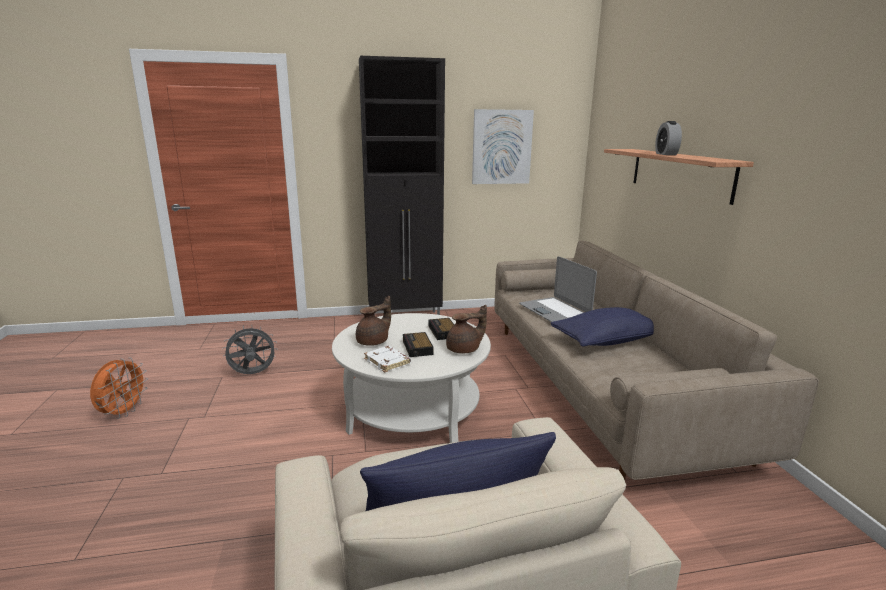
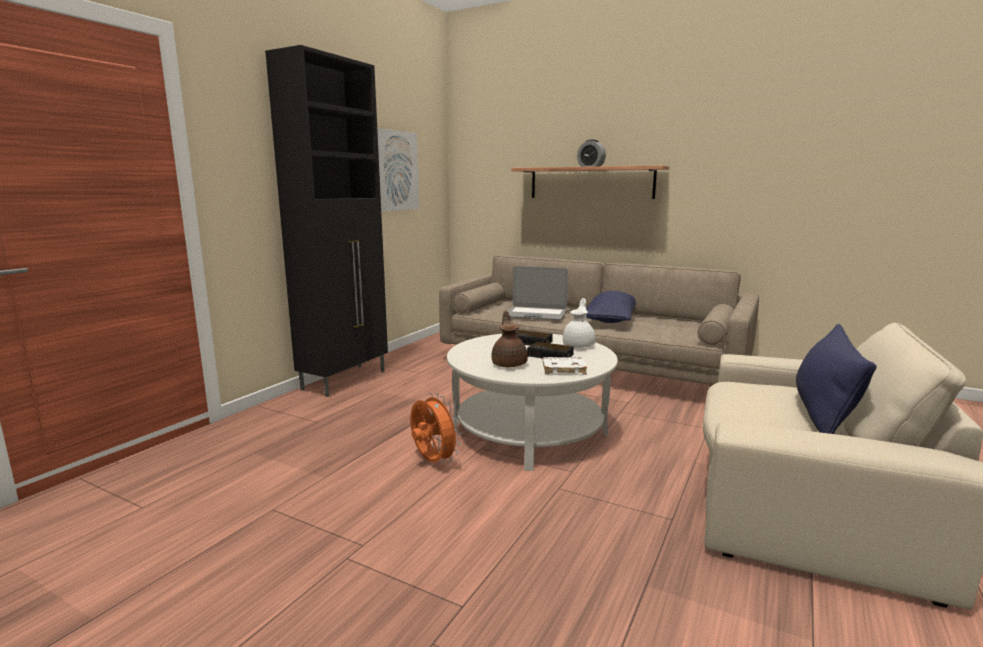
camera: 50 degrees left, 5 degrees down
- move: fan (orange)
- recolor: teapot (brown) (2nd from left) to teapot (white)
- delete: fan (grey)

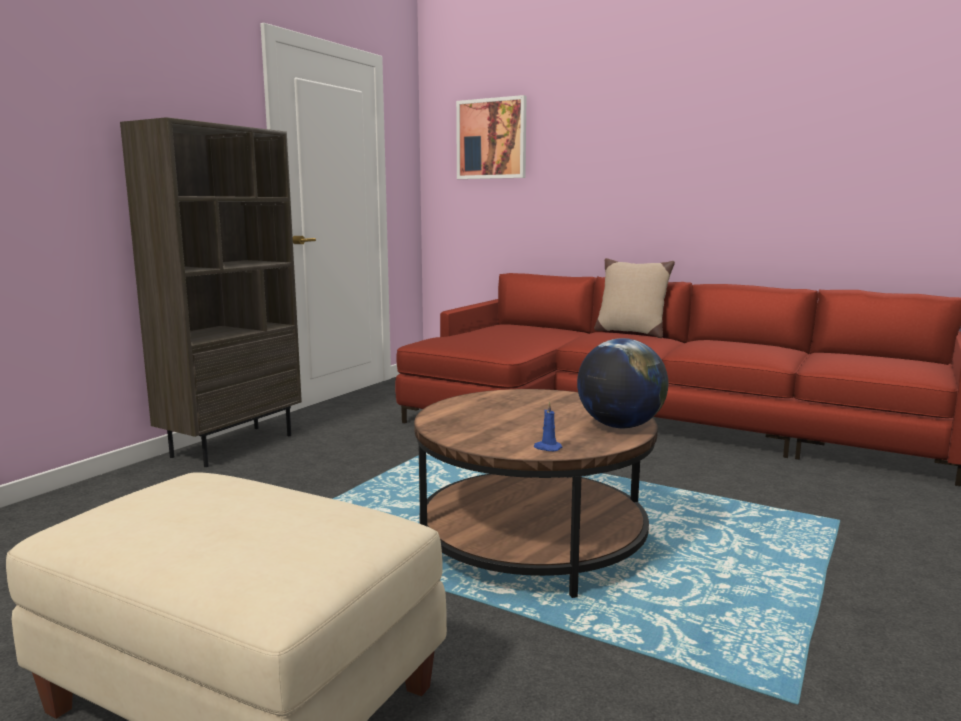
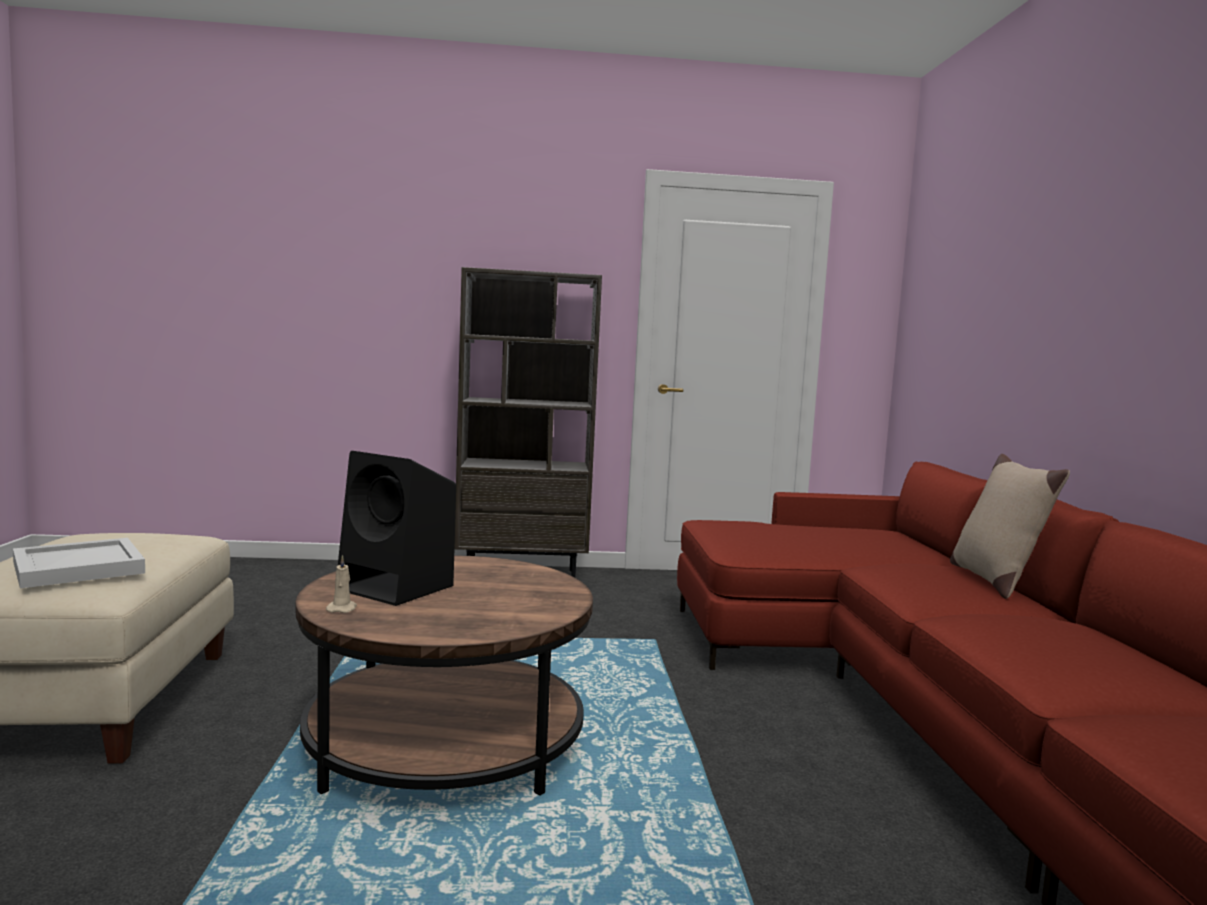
camera: 55 degrees right, 5 degrees down
- insert: tray (white)
- recolor: candle (blue) to candle (beige)
- insert: speaker (black)
- delete: picture
- delete: globe

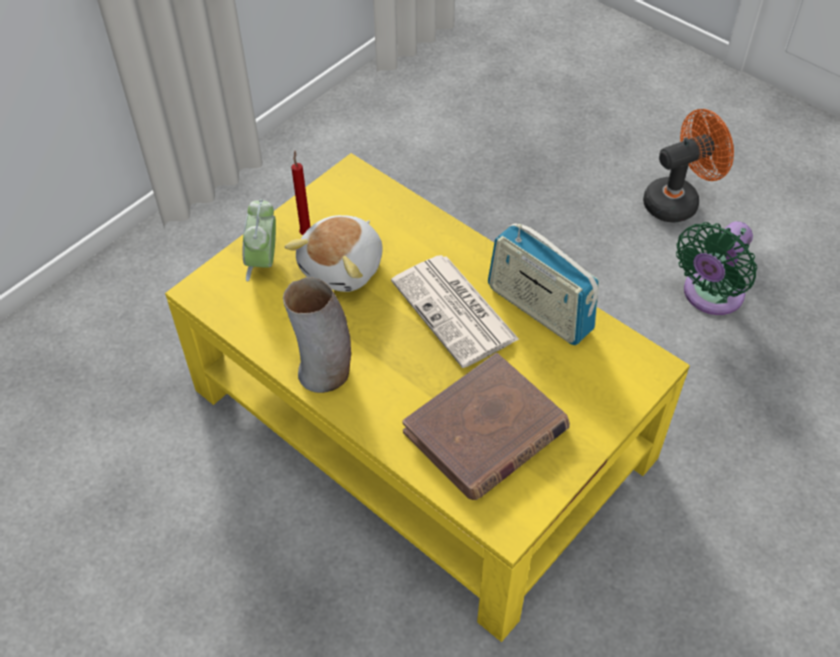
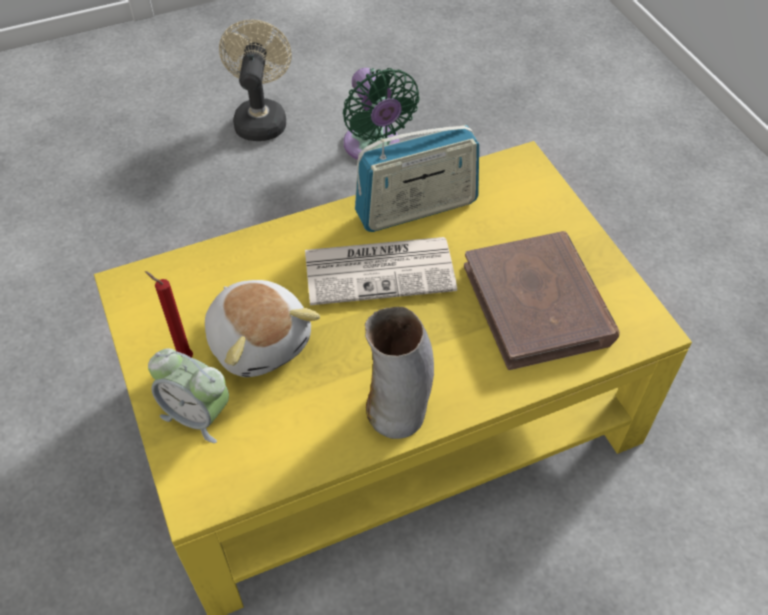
camera: 65 degrees left, 0 degrees up
- recolor: fan (orange) to fan (beige)

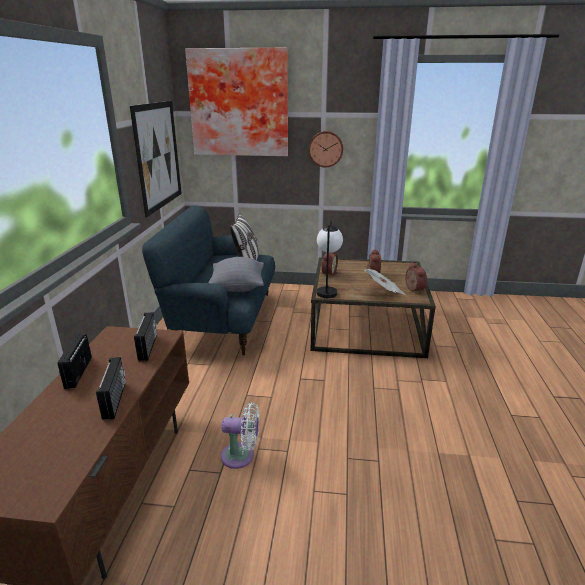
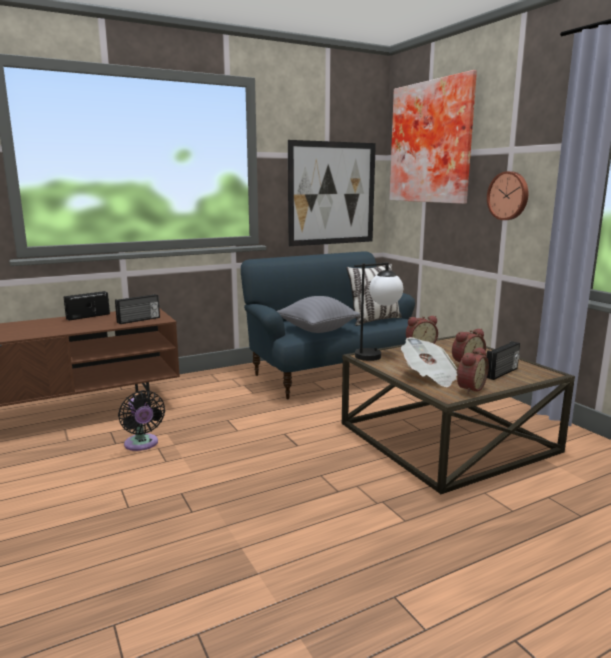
camera: 55 degrees right, 10 degrees down
- recolor: fan (white) to fan (black)
- move: radio (2nd from left in the first image) to radio (3rd from left)

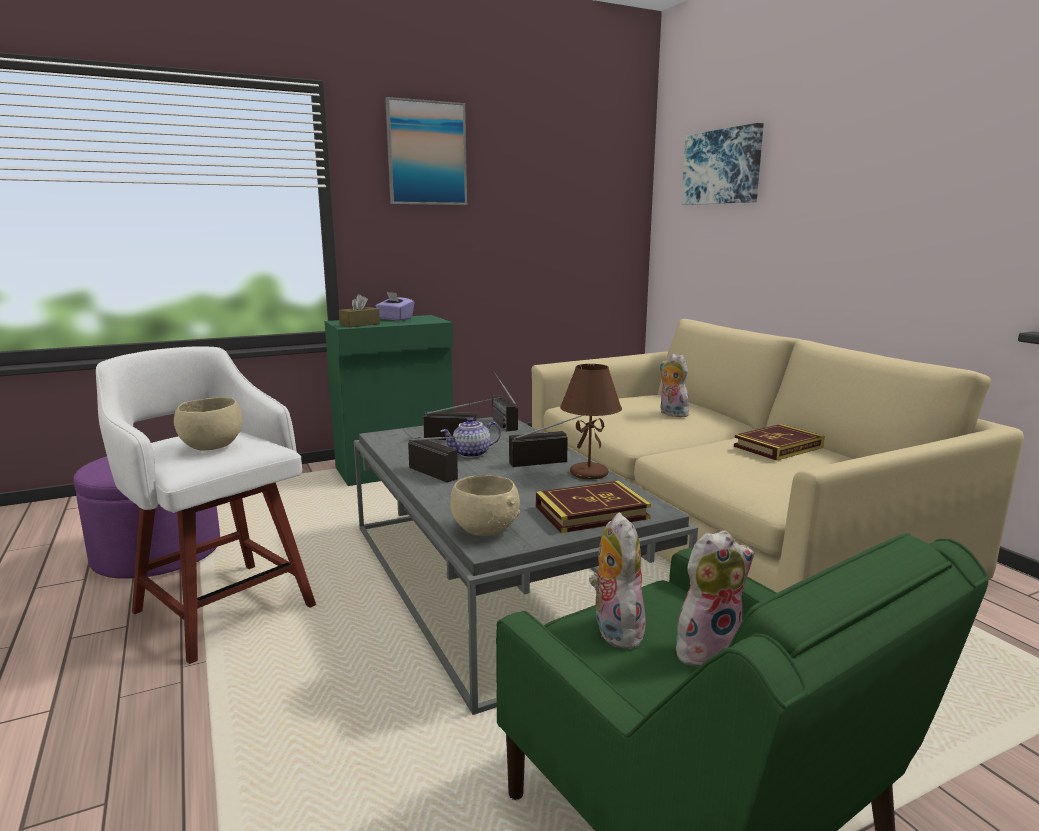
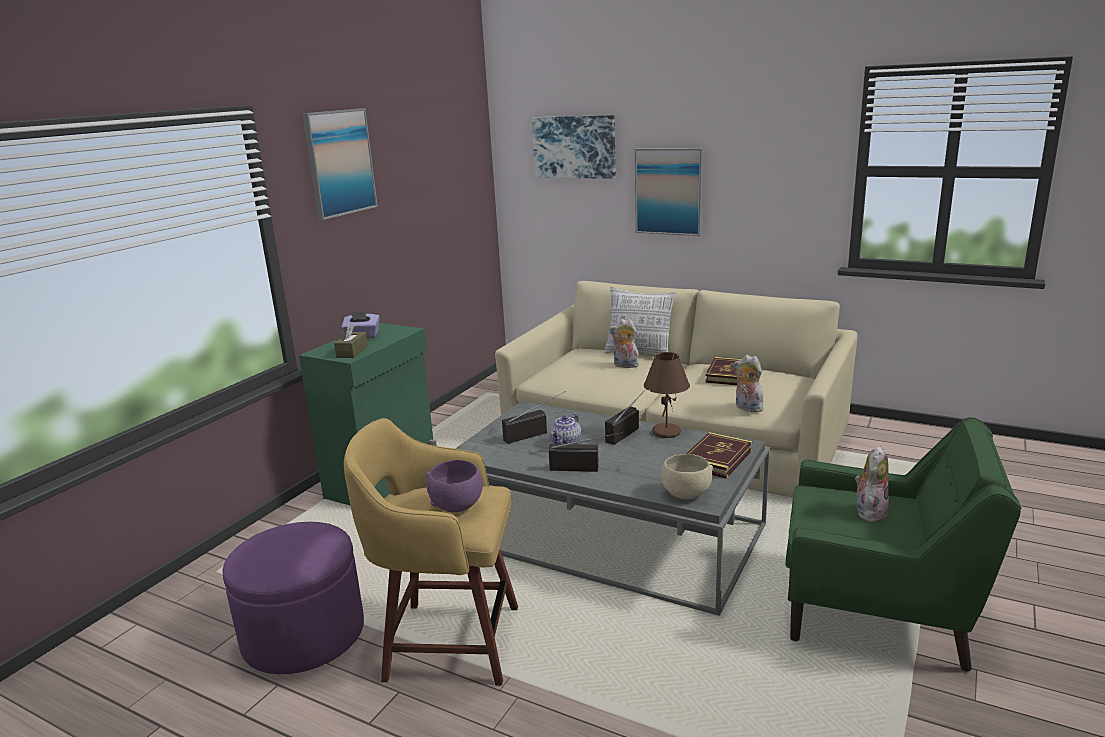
camera: 35 degrees left, 5 degrees up
- recolor: stool (white) to stool (yellow)
- recolor: bowl (beige) (1st from left) to bowl (purple)
- insert: pillow
- insert: picture (3rd from left)
- move: plush toy (1st from left in the first image) to plush toy (2nd from left)
- delete: radio (3rd from left)

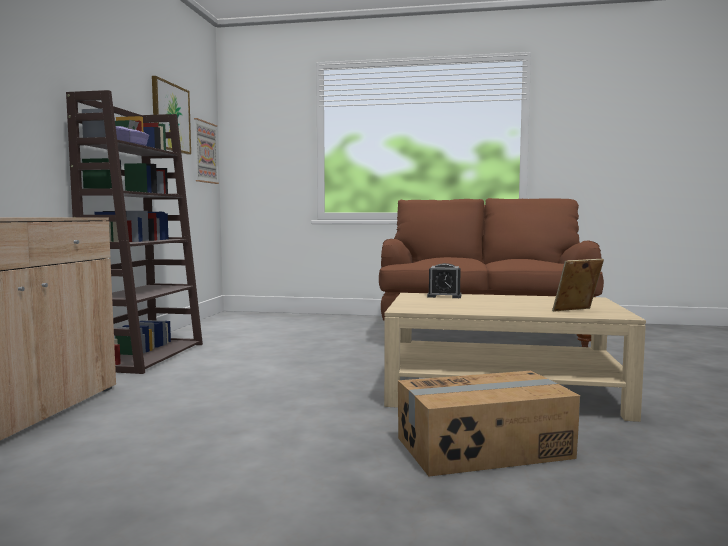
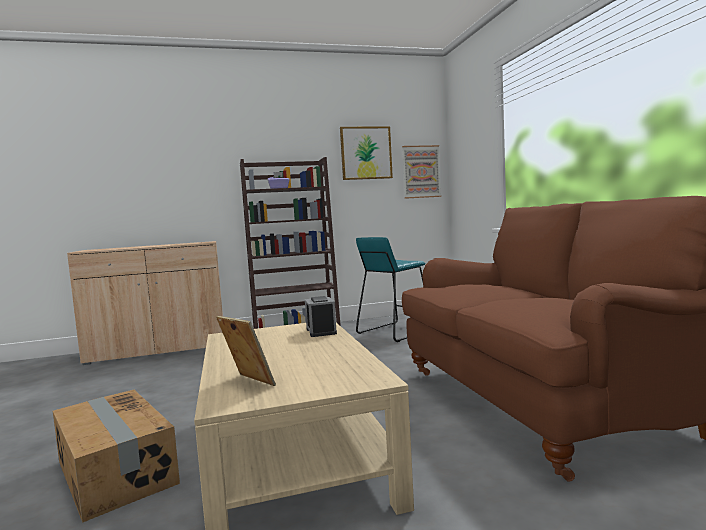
camera: 65 degrees right, 0 degrees up
- insert: stool (turquoise)

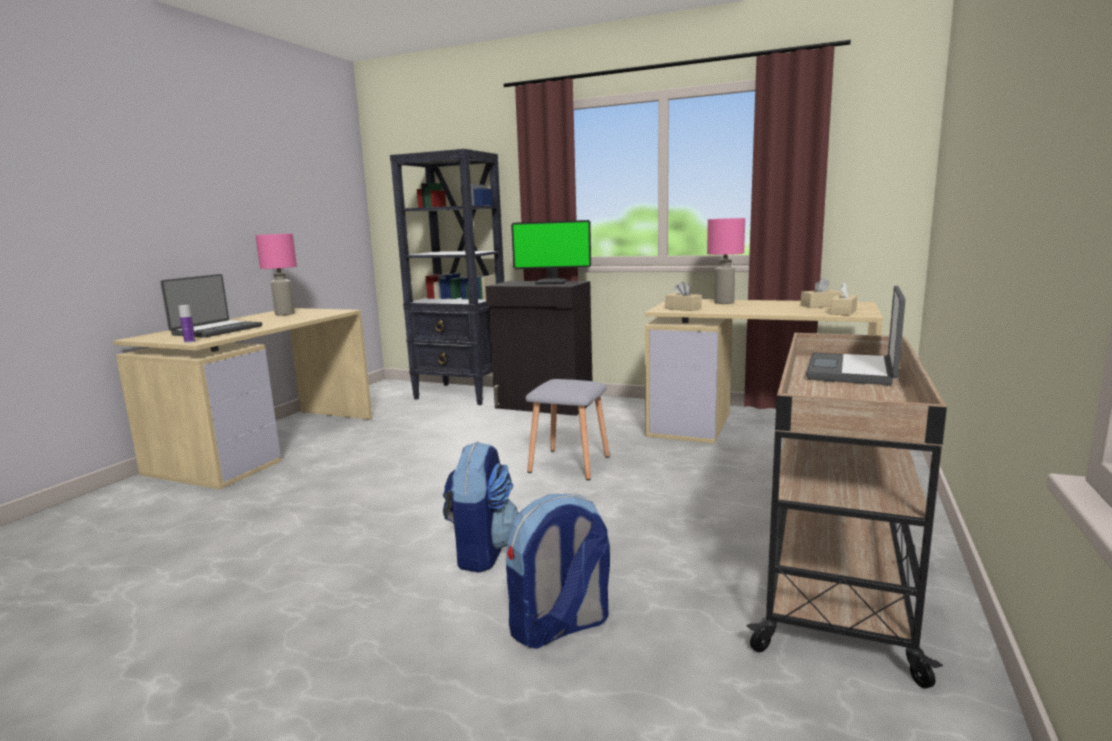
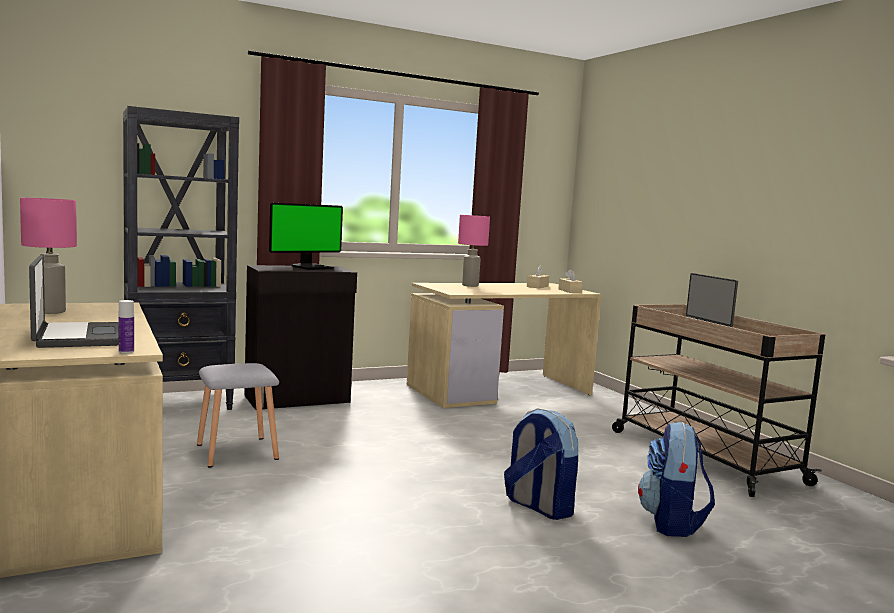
camera: 50 degrees left, 5 degrees down
- move: stool (grey)
- delete: tissue box (beige) (1st from left)

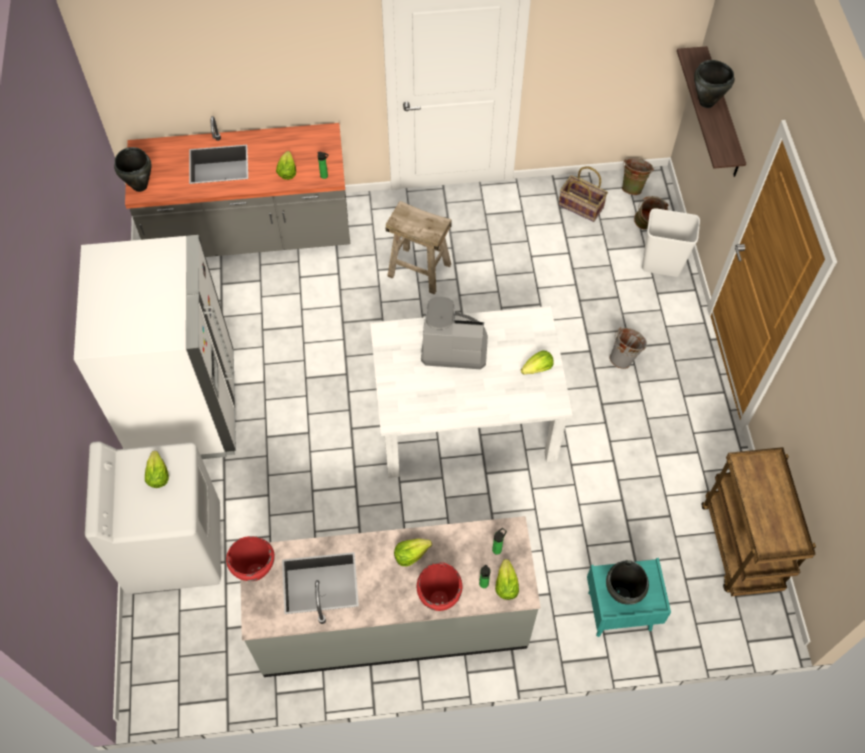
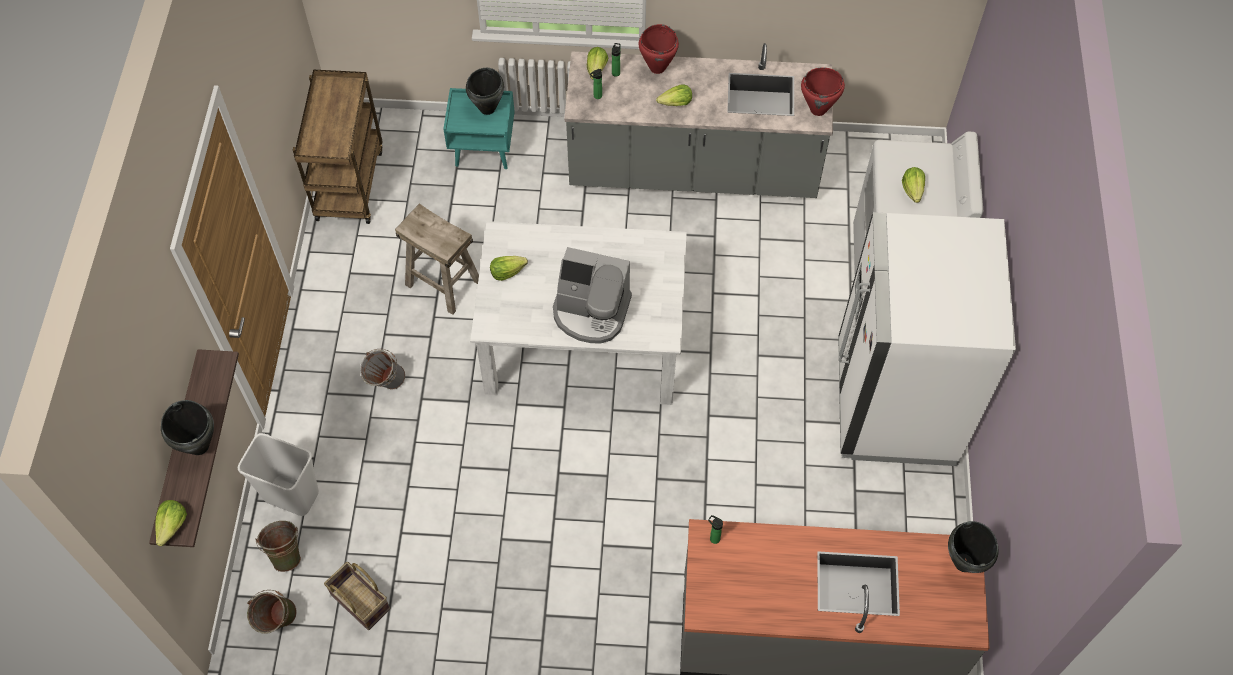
camera: 170 degrees left, 0 degrees up
- move: lettuce (2nd from left in the first image) to lettuce (1st from left)
- move: stool (beige)

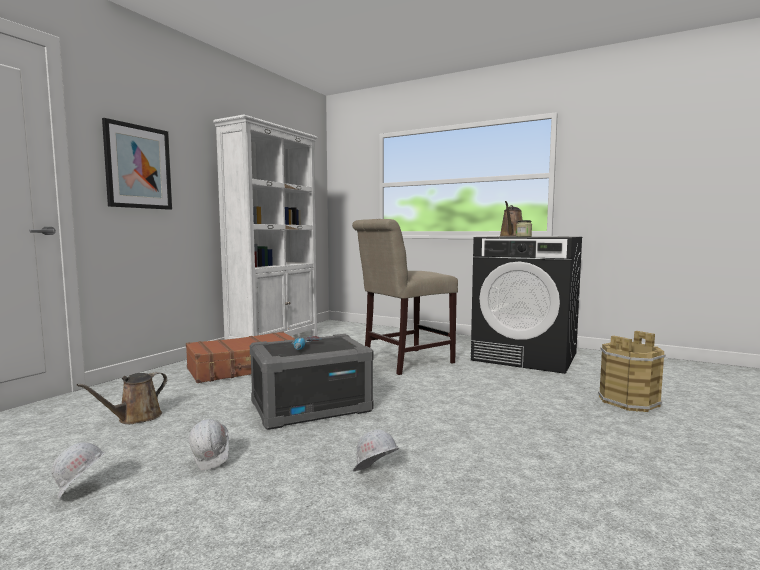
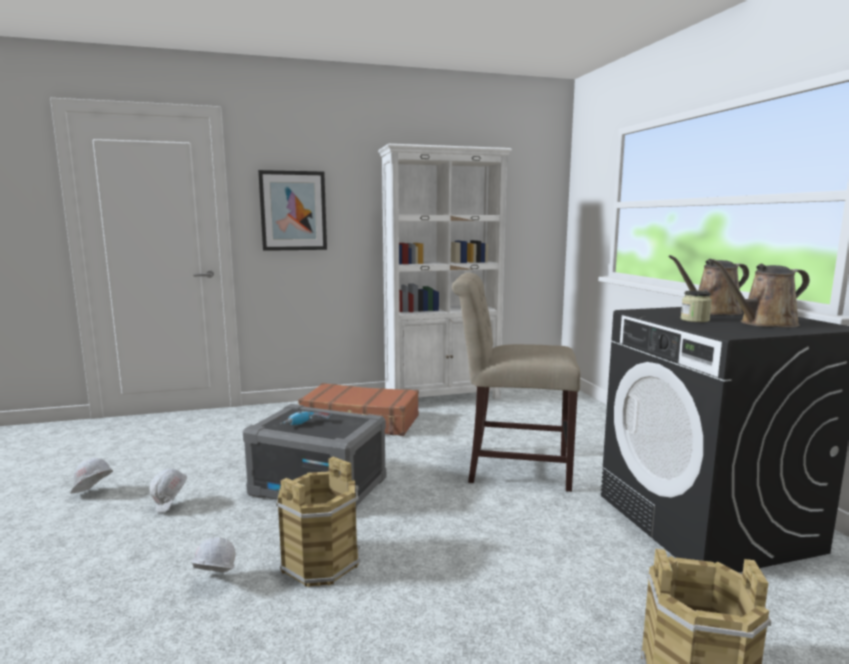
camera: 45 degrees right, 5 degrees up
- insert: bucket (brown) (1st from left)
- move: watering can (brown) (1st from left in the first image) to watering can (brown) (2nd from left)

